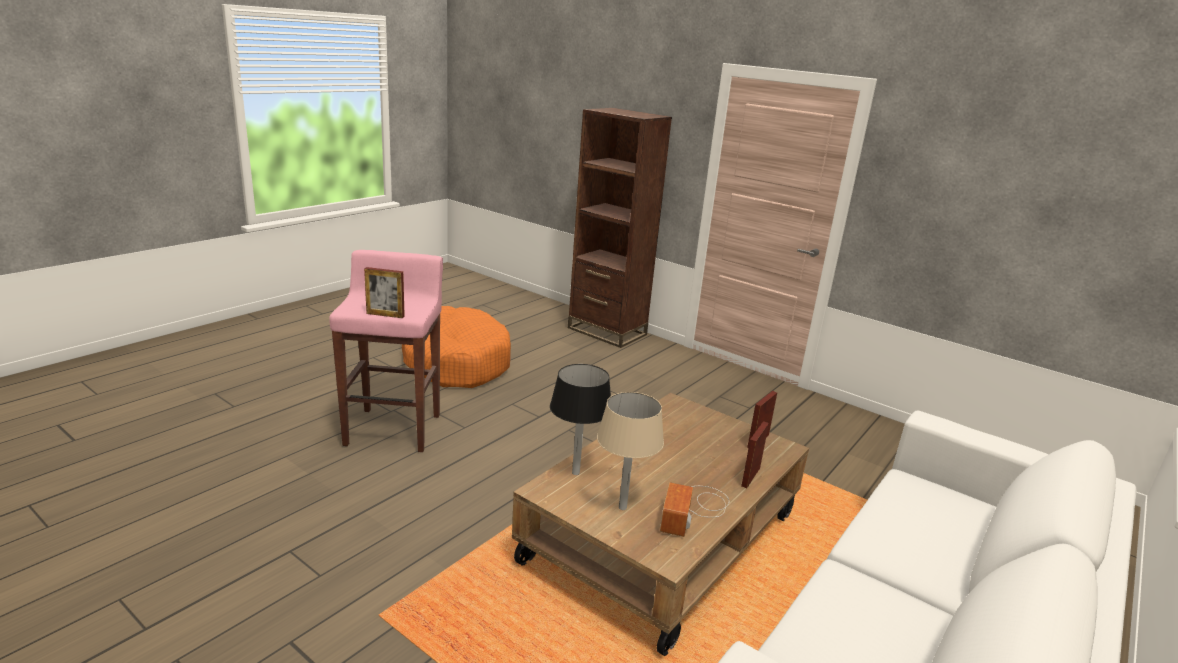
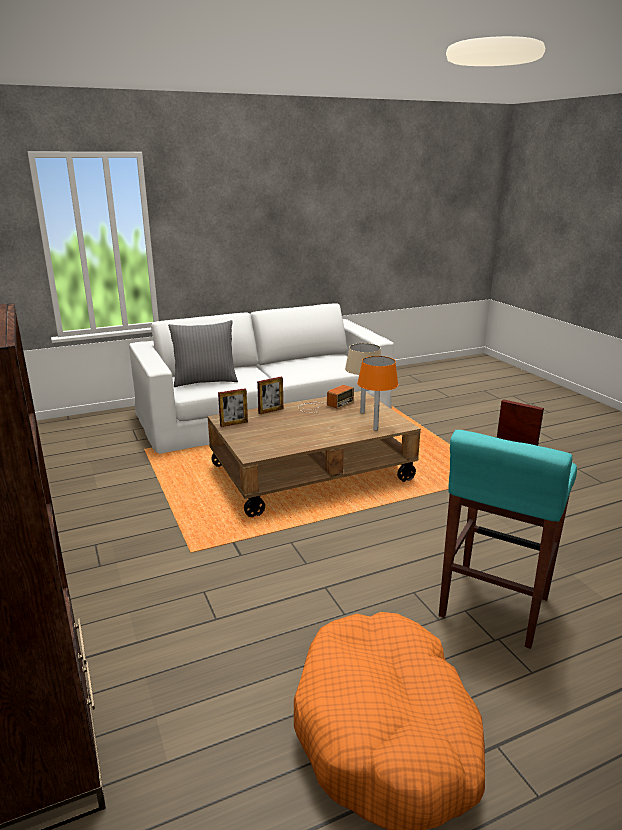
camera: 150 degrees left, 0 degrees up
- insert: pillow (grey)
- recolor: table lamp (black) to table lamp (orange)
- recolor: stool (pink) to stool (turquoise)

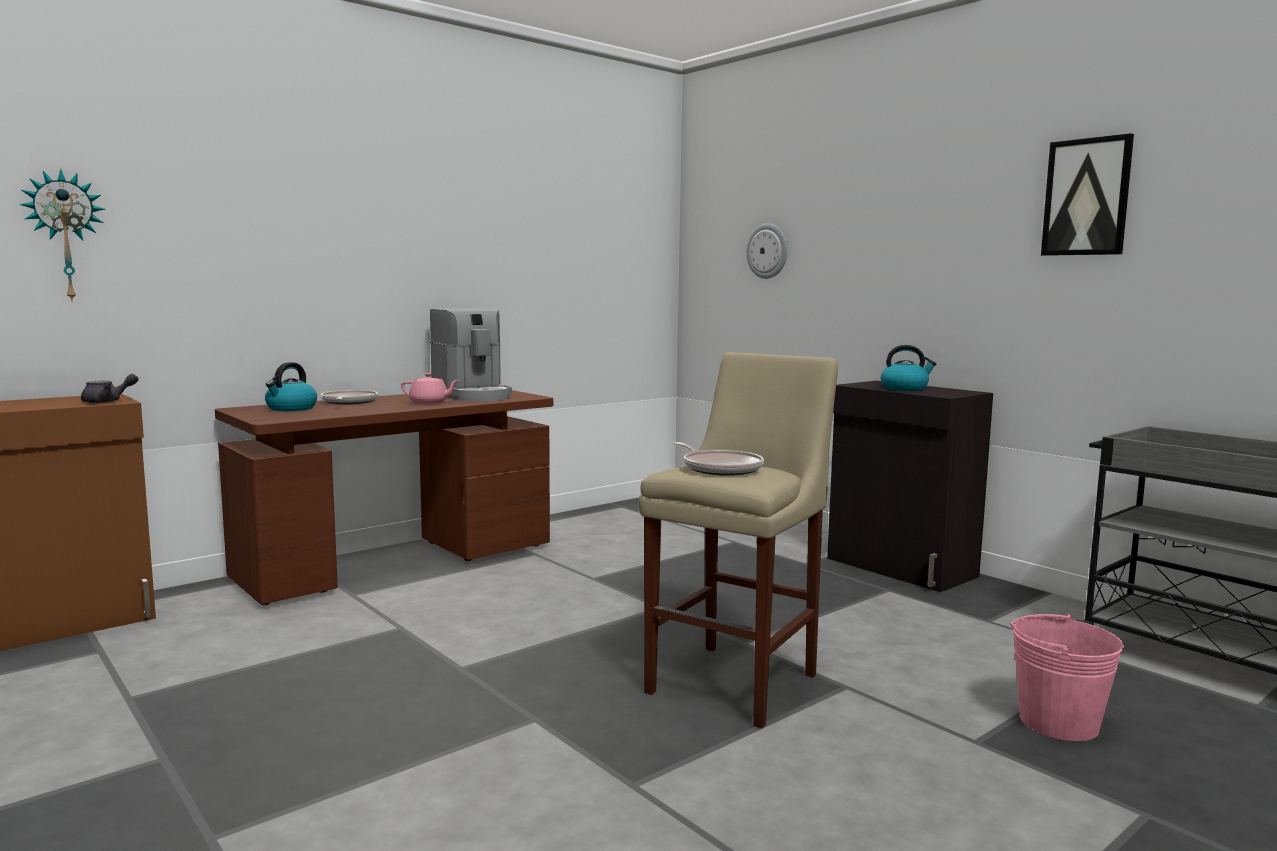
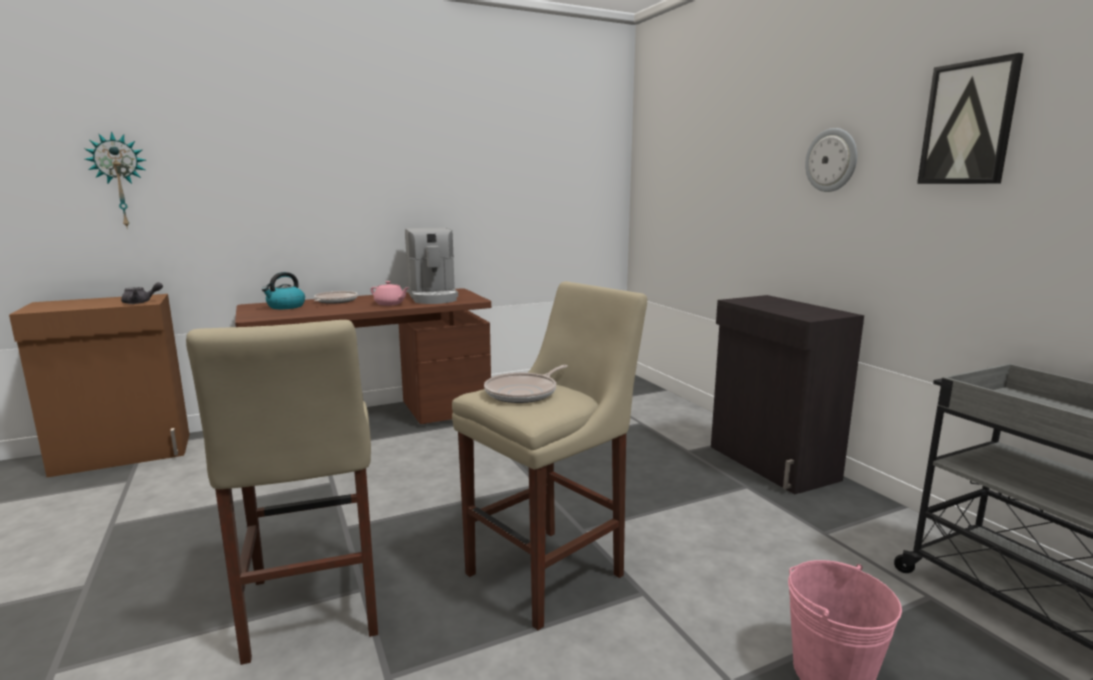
camera: 15 degrees right, 5 degrees up
- insert: stool (beige) (1st from left)
- rotate: frying pan (2nd from left) 60 degrees clockwise
- move: wall clock (2nd from left)
- delete: kettle (2nd from left)

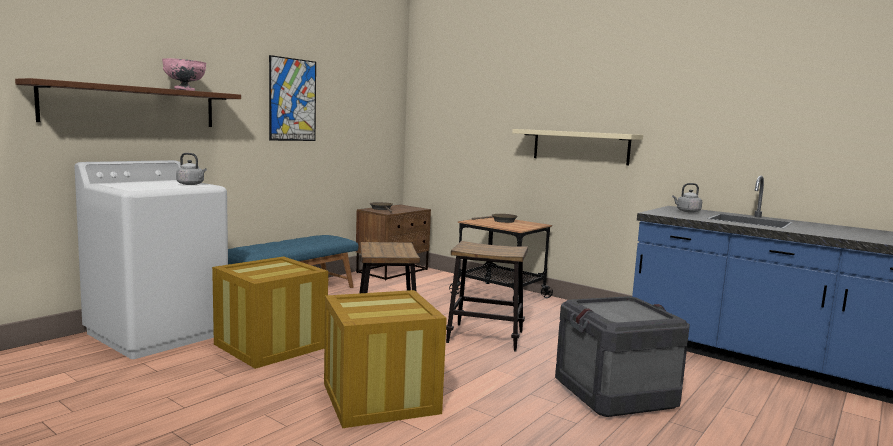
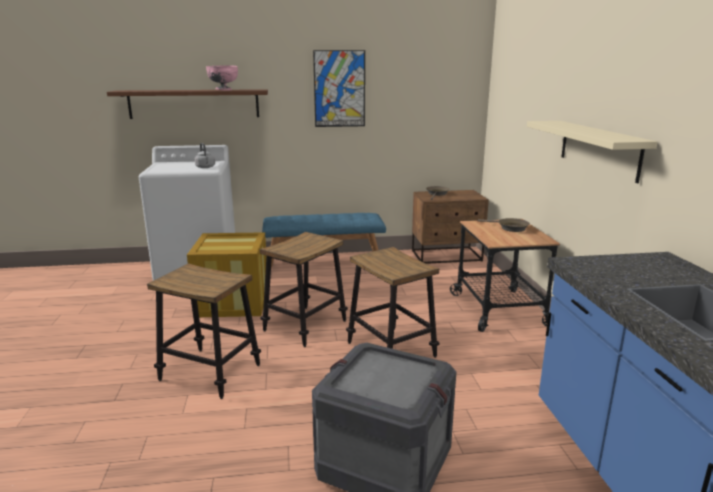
camera: 45 degrees right, 10 degrees up
- replace: crate (2nd from left) to stool (1st from left)
- delete: kettle (grey) (2nd from left)

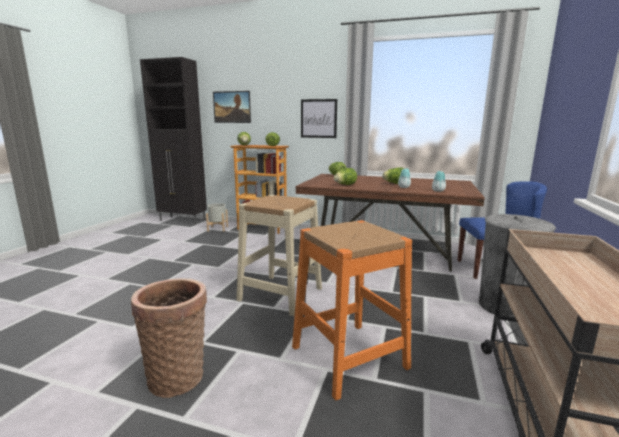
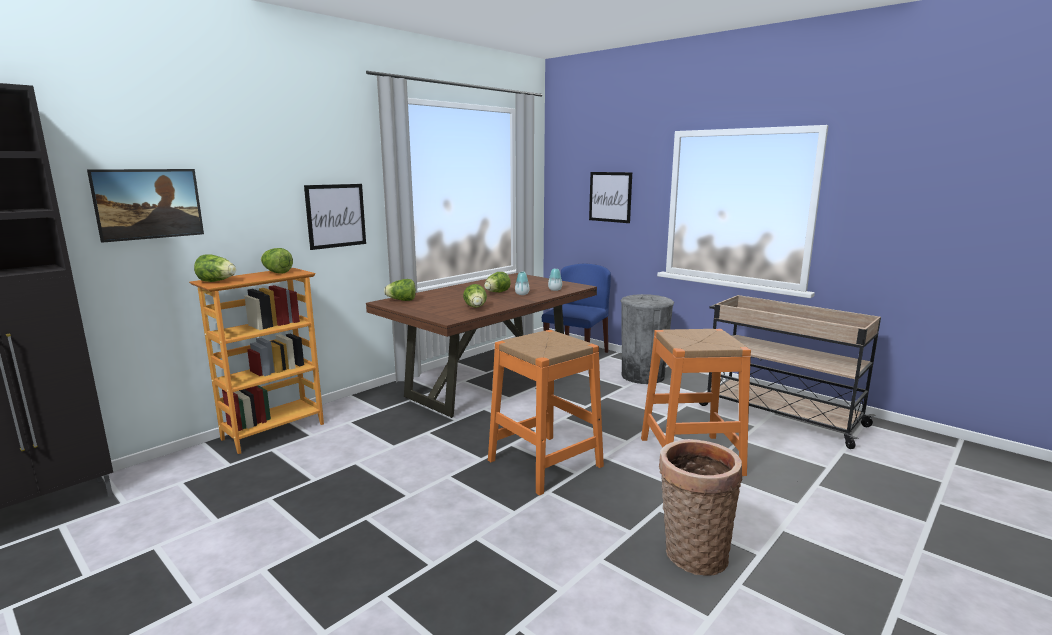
camera: 65 degrees left, 0 degrees up
- recolor: stool (beige) to stool (orange) (1st from left)
- insert: picture (3rd from left)
- delete: planter (grey)

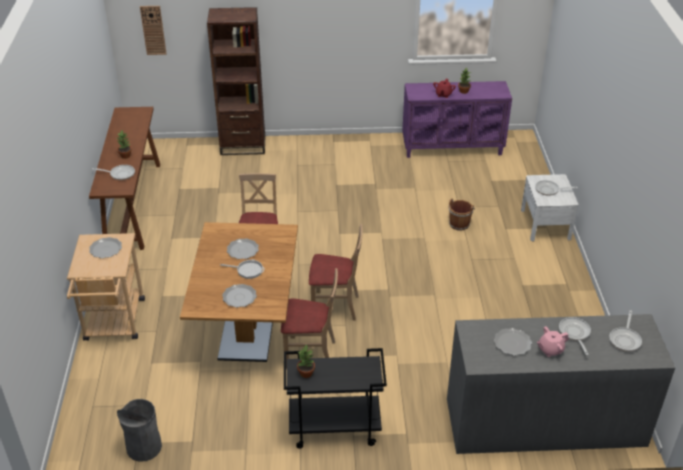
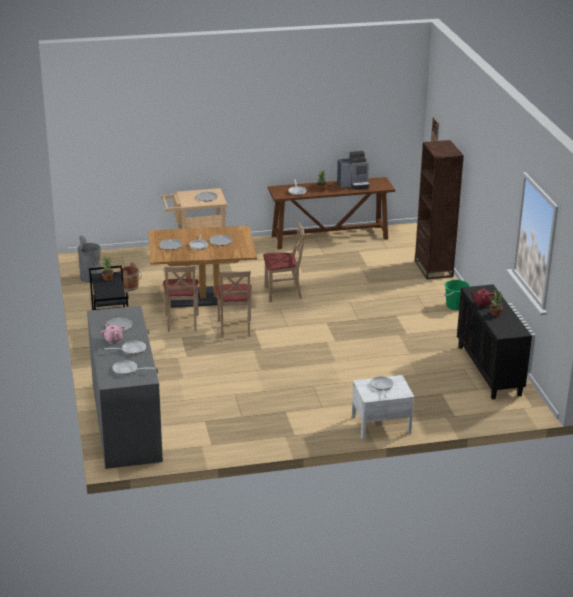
camera: 80 degrees right, 10 degrees down
- move: bucket (brown)
- insert: coffee machine
- insert: bucket (green)
- recolor: cabinet (purple) to cabinet (black)

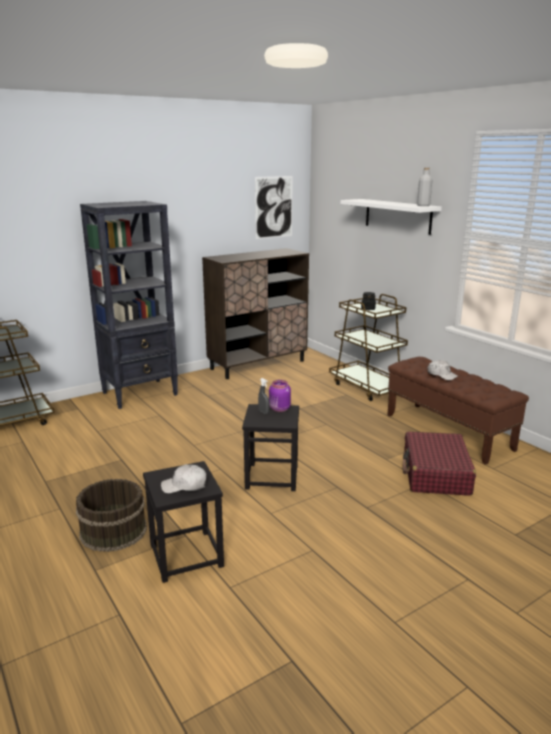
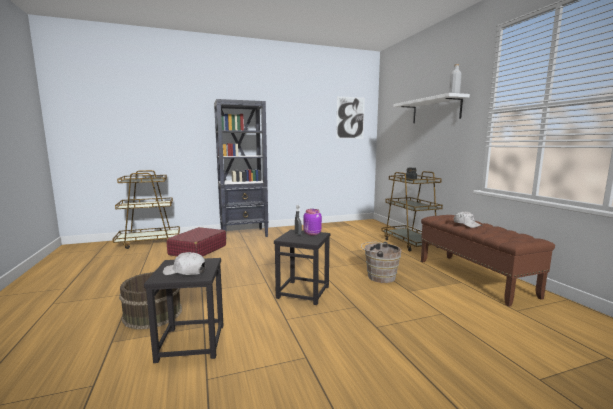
camera: 15 degrees right, 10 degrees down
- move: suitcase (red)
- insert: bucket (brown) (2nd from left)
- delete: cabinet (brown)

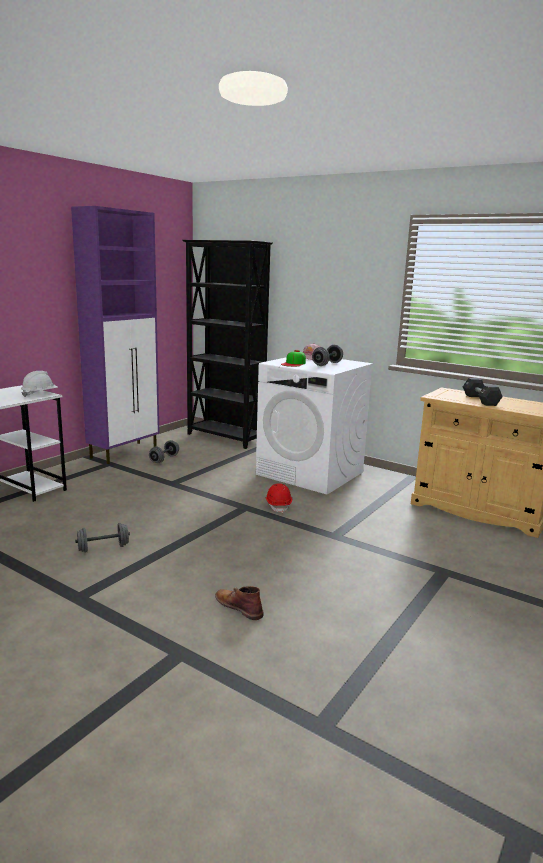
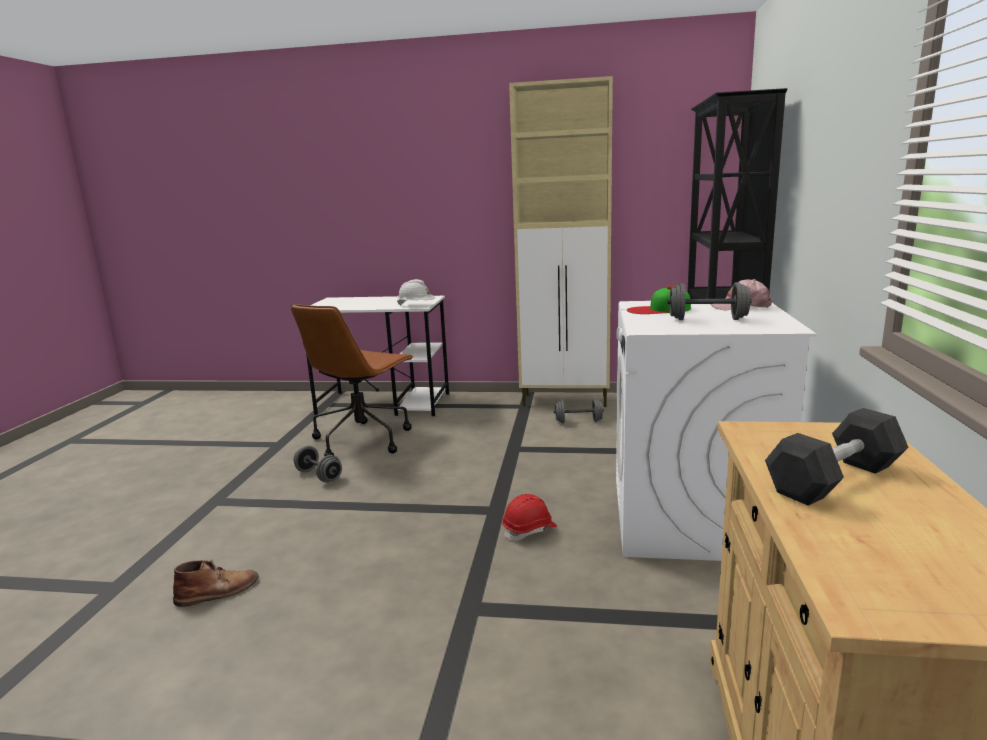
camera: 65 degrees right, 0 degrees up
- rotate: boot (brown) 45 degrees clockwise
- insert: office chair (brown)
- recolor: cabinet (purple) to cabinet (beige) (1st from left)

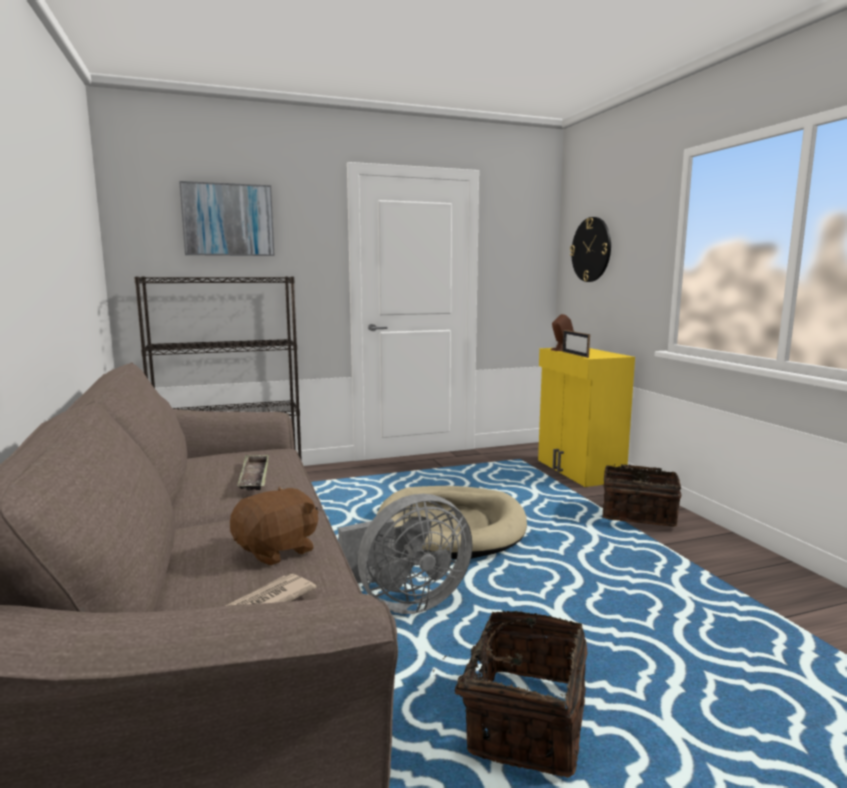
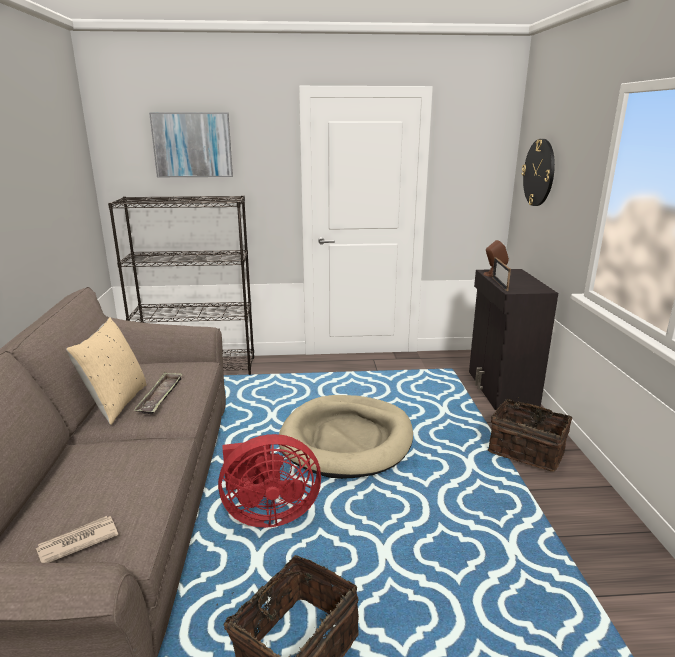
camera: 15 degrees right, 10 degrees up
- insert: pillow (beige)
- recolor: fan (grey) to fan (red)
- recolor: cabinet (yellow) to cabinet (black)
- delete: plush toy (brown)

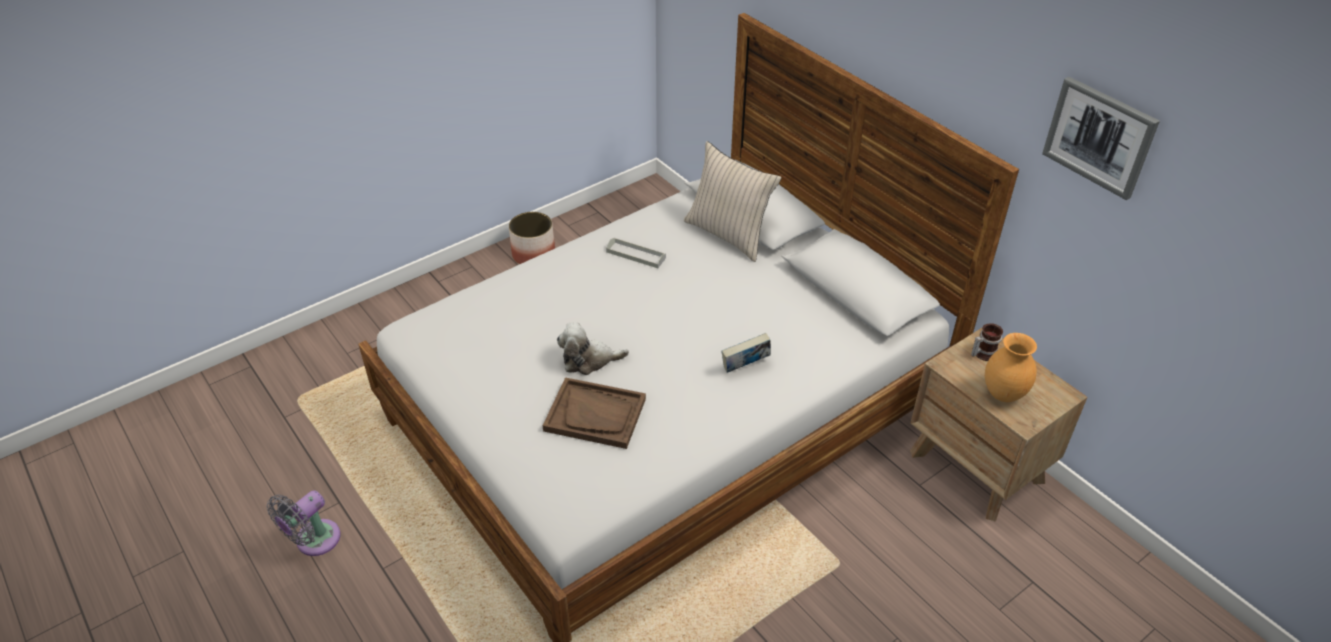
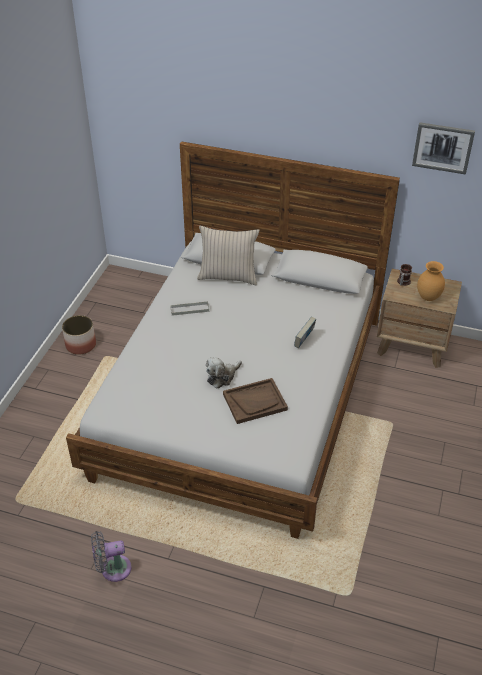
camera: 35 degrees left, 0 degrees up
- rotate: fan (grey) 75 degrees clockwise

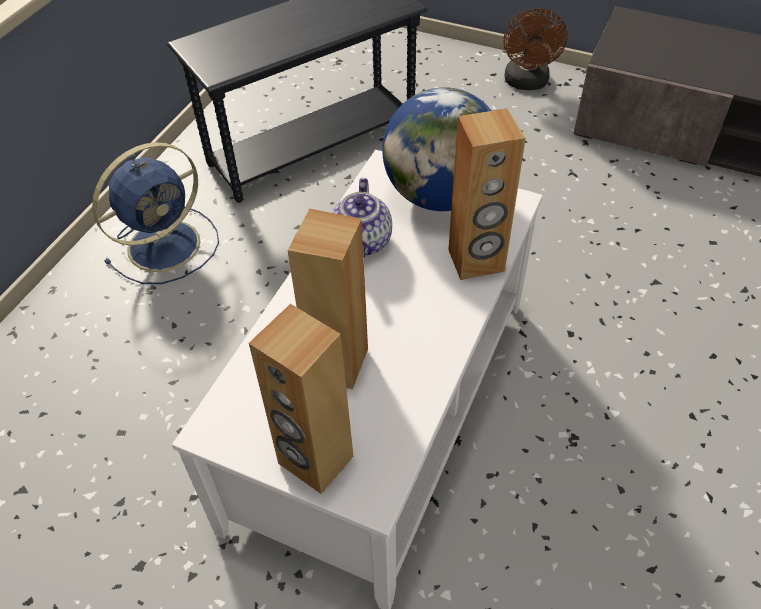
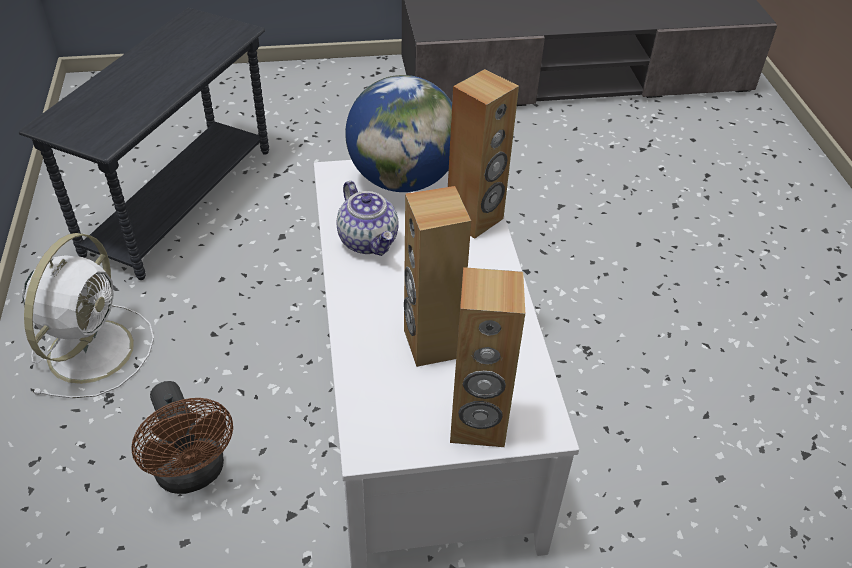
camera: 35 degrees left, 5 degrees down
- recolor: fan (blue) to fan (white)
- move: fan (brown)

